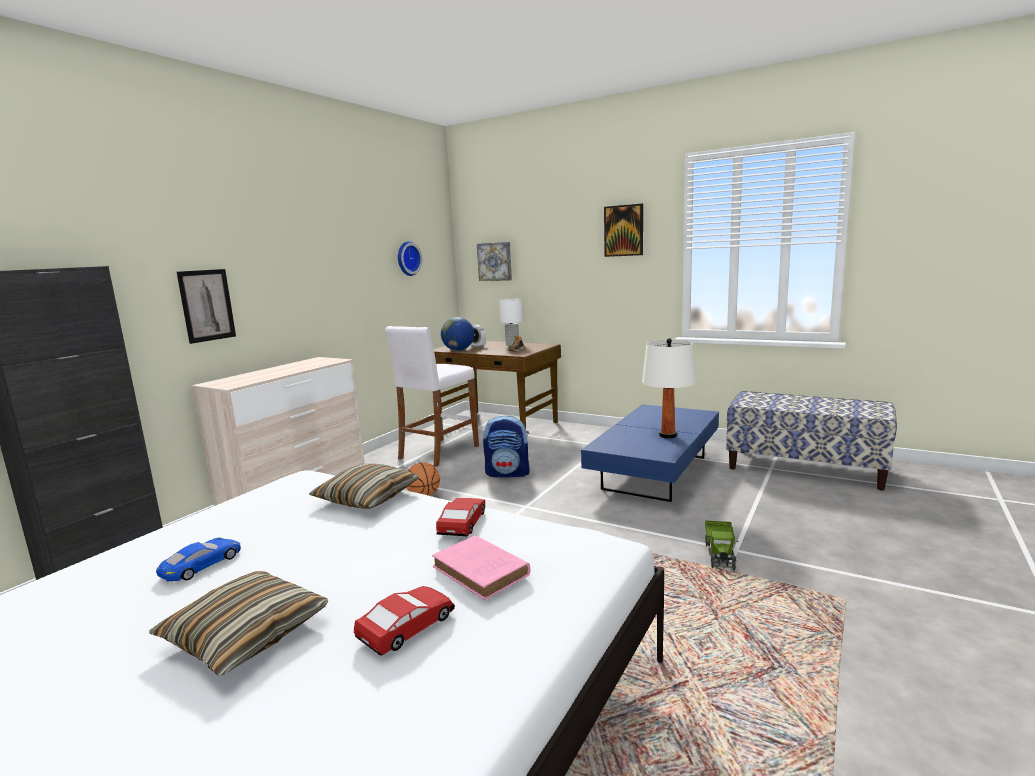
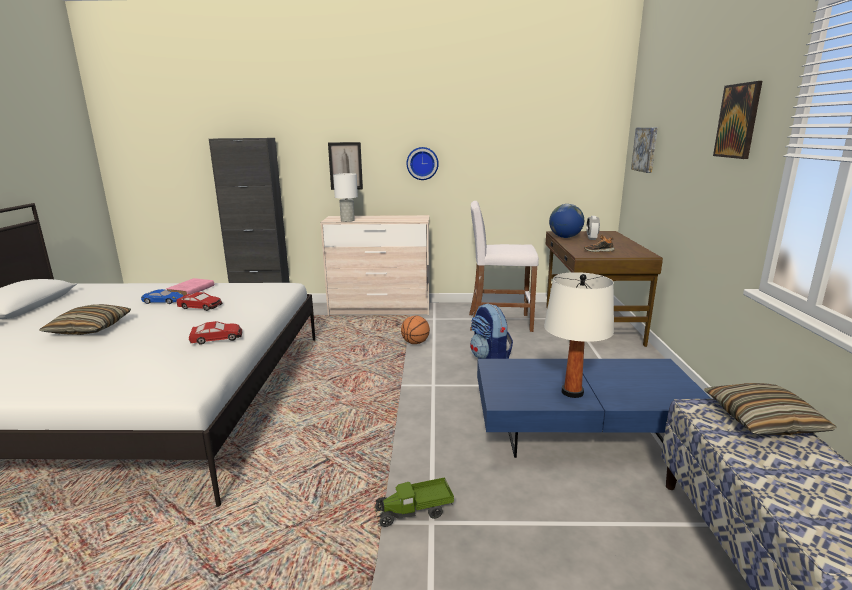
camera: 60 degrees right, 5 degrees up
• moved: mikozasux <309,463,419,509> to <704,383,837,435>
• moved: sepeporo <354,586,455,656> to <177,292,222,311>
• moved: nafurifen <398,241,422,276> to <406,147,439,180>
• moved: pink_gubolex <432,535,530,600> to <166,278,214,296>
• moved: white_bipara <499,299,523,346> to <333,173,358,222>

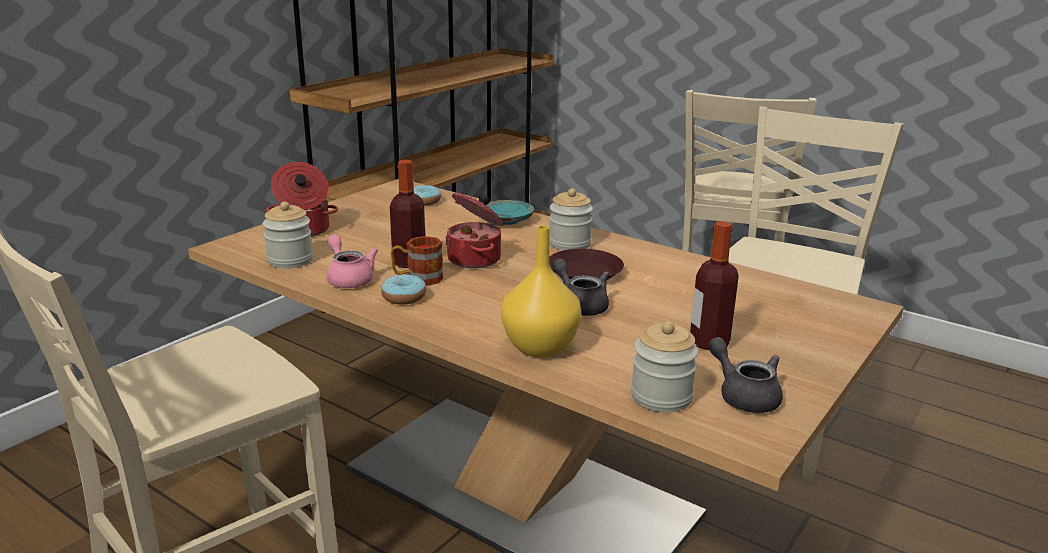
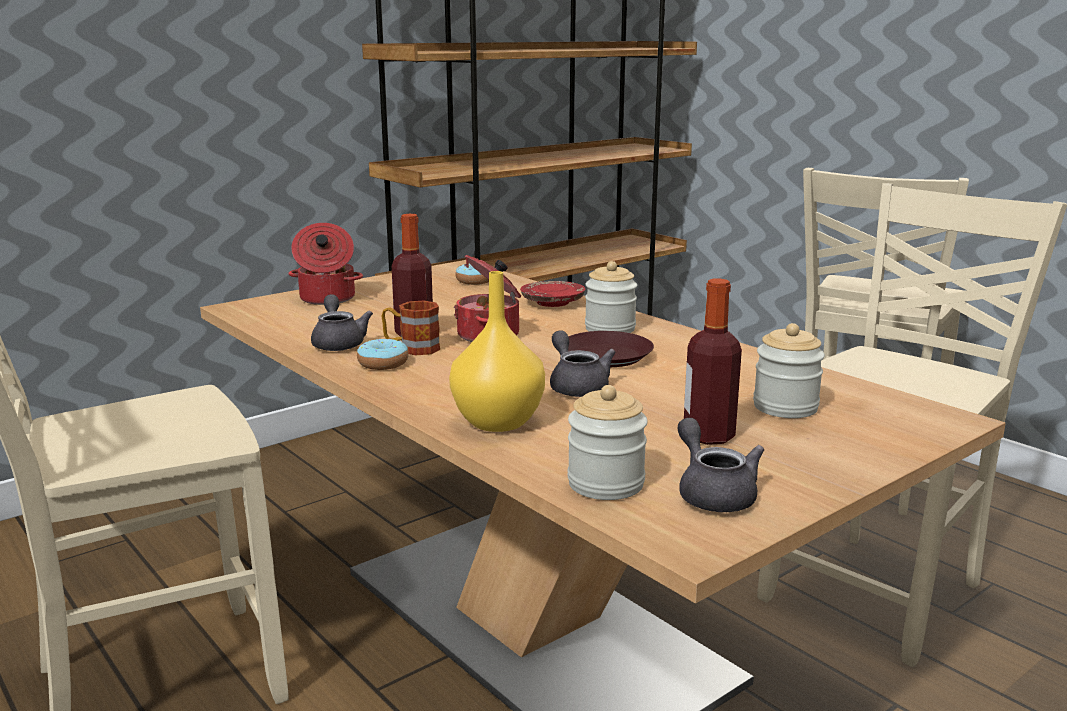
camera: 15 degrees right, 5 degrees down
• moved: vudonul <262,202,313,268> to <753,323,825,418>
• recoloured: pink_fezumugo <326,235,378,288> to grey_fezumugo <311,294,373,351>
• recoloured: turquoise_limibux <486,200,534,225> to red_limibux <520,281,585,307>

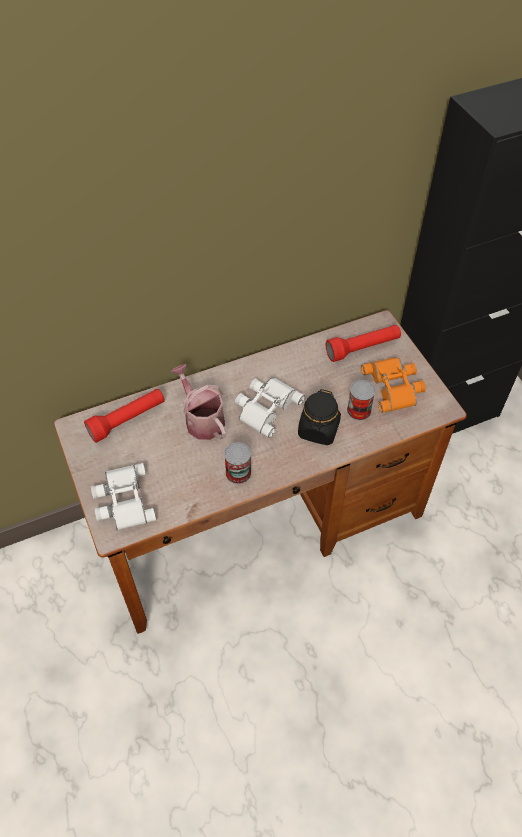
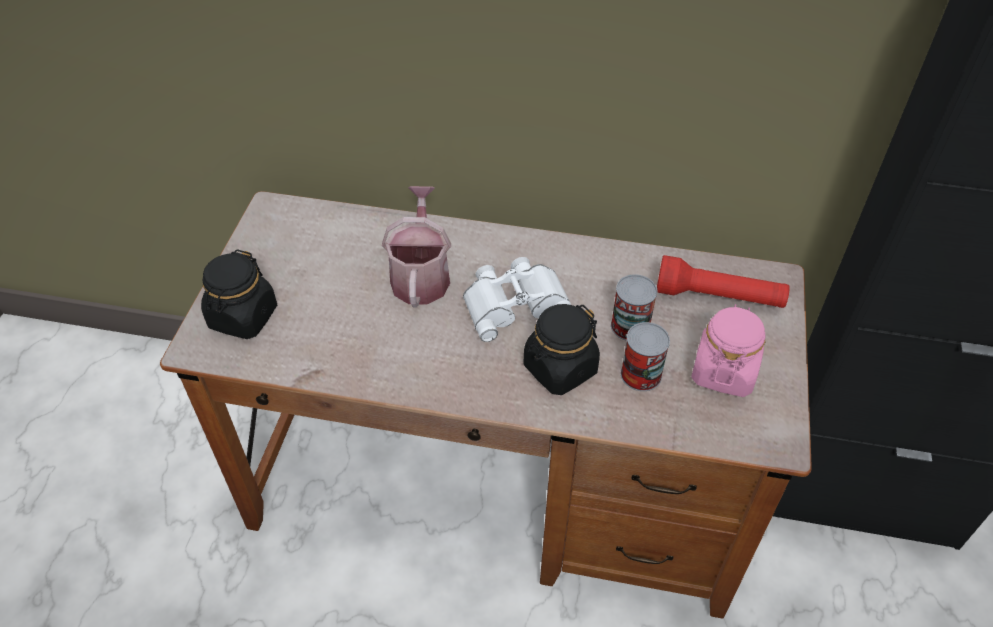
camera: 35 degrees right, 5 degrees down
• removed: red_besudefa <84,389,165,443>
• moved: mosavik <224,442,251,484> to <611,274,657,341>
• replaced: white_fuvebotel <91,463,157,530> to black_vudonul <201,249,277,339>
• replaced: orange_fuvebotel <361,357,426,413> to pink_vudonul <691,304,765,397>

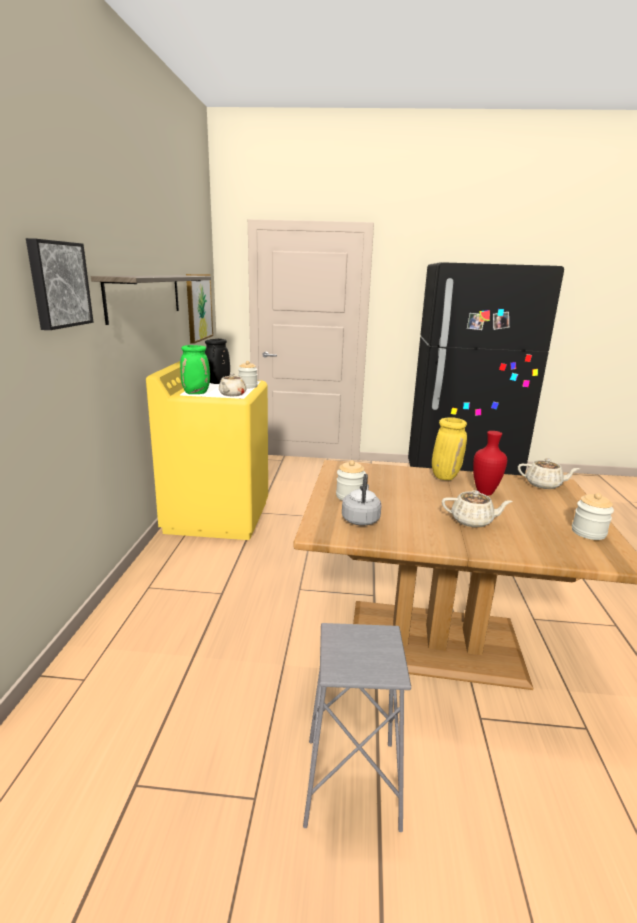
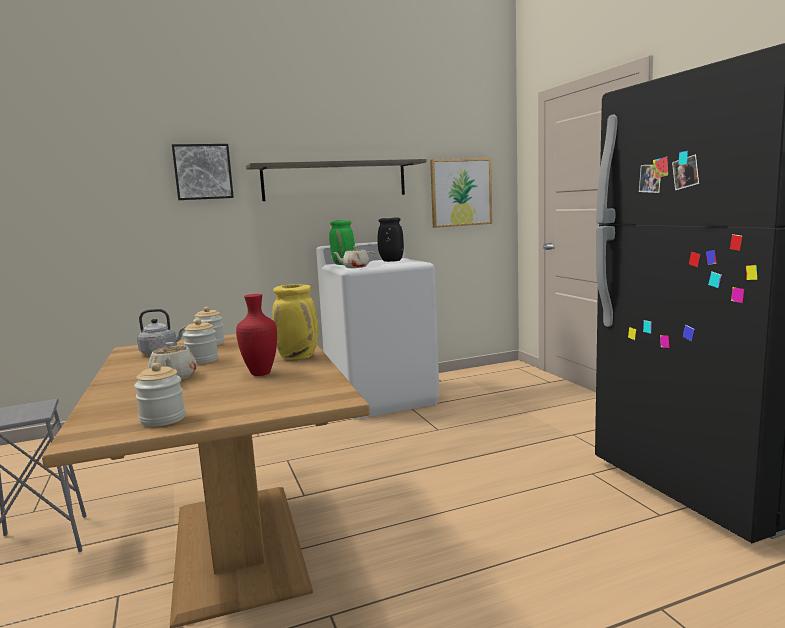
camera: 65 degrees right, 10 degrees down
• removed: beige_fezumugo <518,458,580,489>
• moved: vudonul <238,361,258,388> to <183,319,218,364>
• recoloured: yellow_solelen <146,361,268,540> to white_solelen <316,242,439,419>

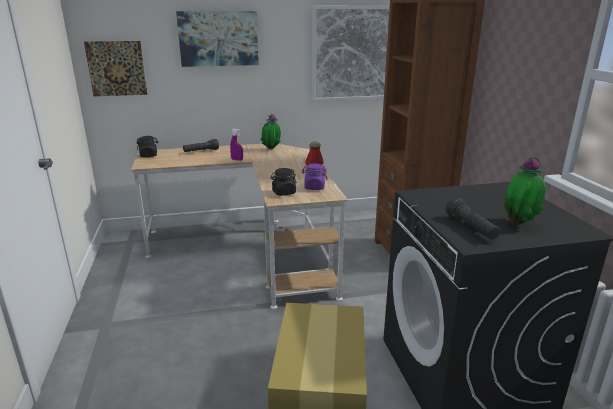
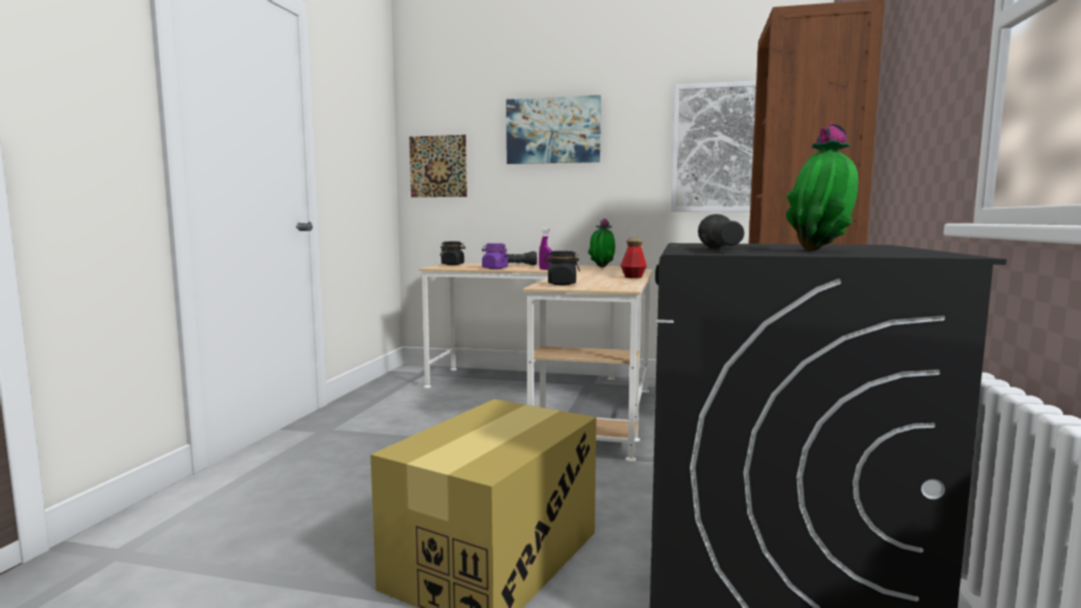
camera: 25 degrees right, 15 degrees down
• moved: purple_vudonul <302,164,327,190> to <482,243,508,269>

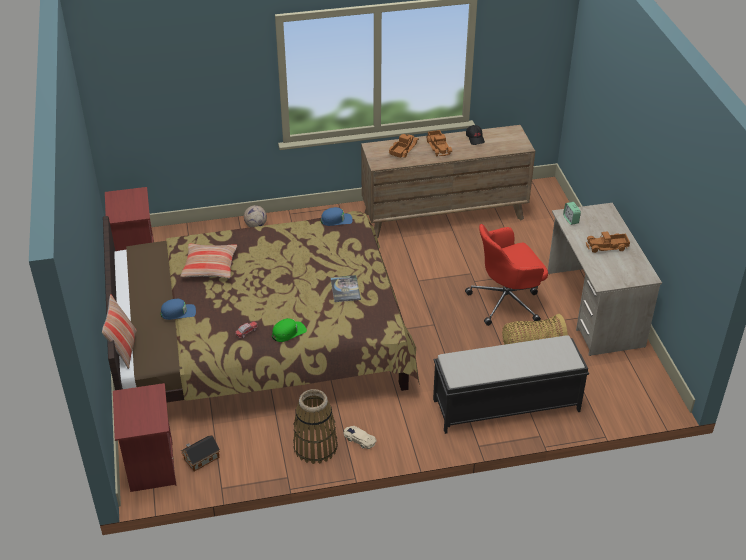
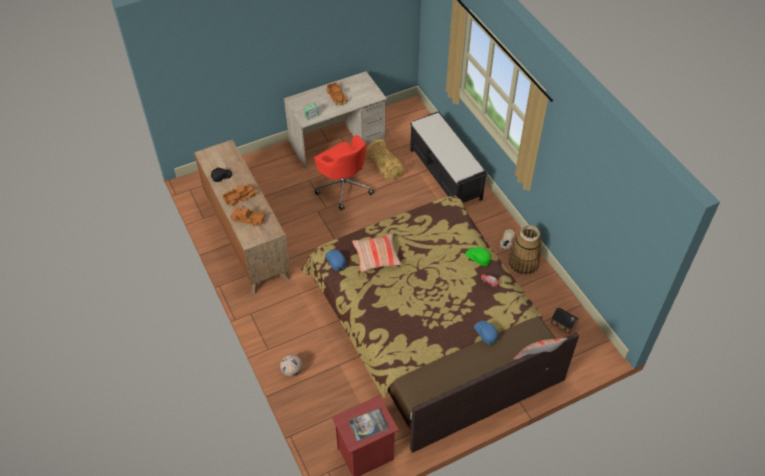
camera: 105 degrees left, 10 degrees up
• removed: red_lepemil <113,383,176,492>
• moved: mikozasux <180,244,237,279> to <352,234,401,272>
• moved: gubolex <330,275,361,302> to <348,409,389,442>

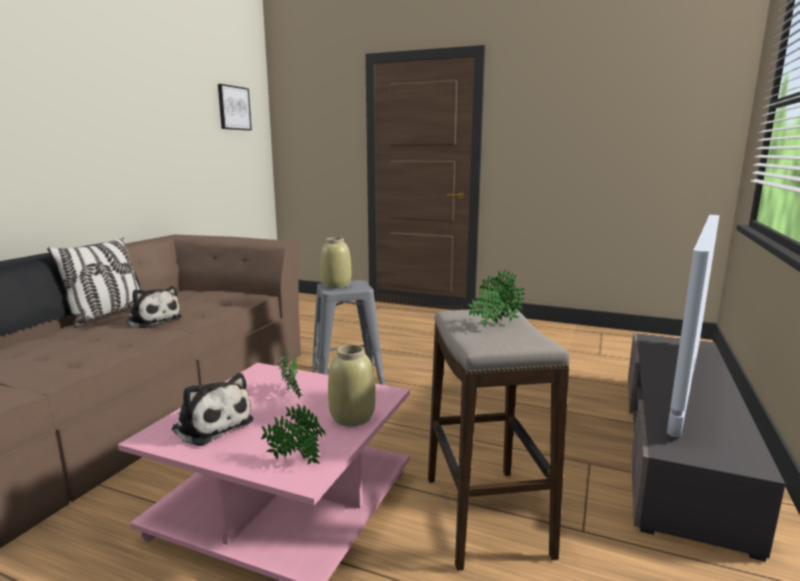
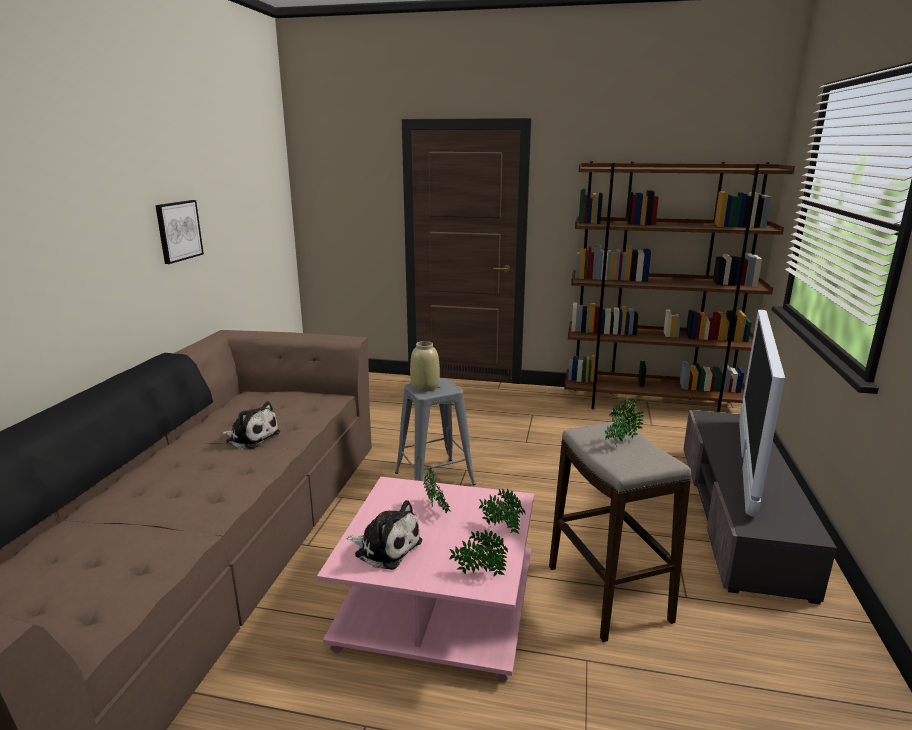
camera: 10 degrees left, 5 degrees up
• removed: mikozasux <47,238,140,328>
• added: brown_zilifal <564,161,795,412>
• moved: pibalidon <218,84,252,130> to <155,200,204,264>
• replaced: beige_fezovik <328,345,375,426> to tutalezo <479,489,526,534>

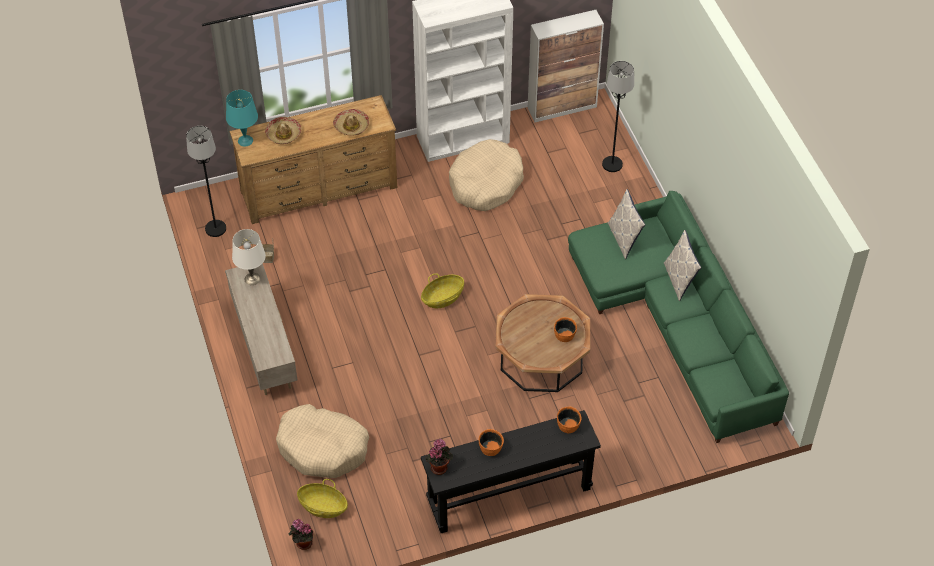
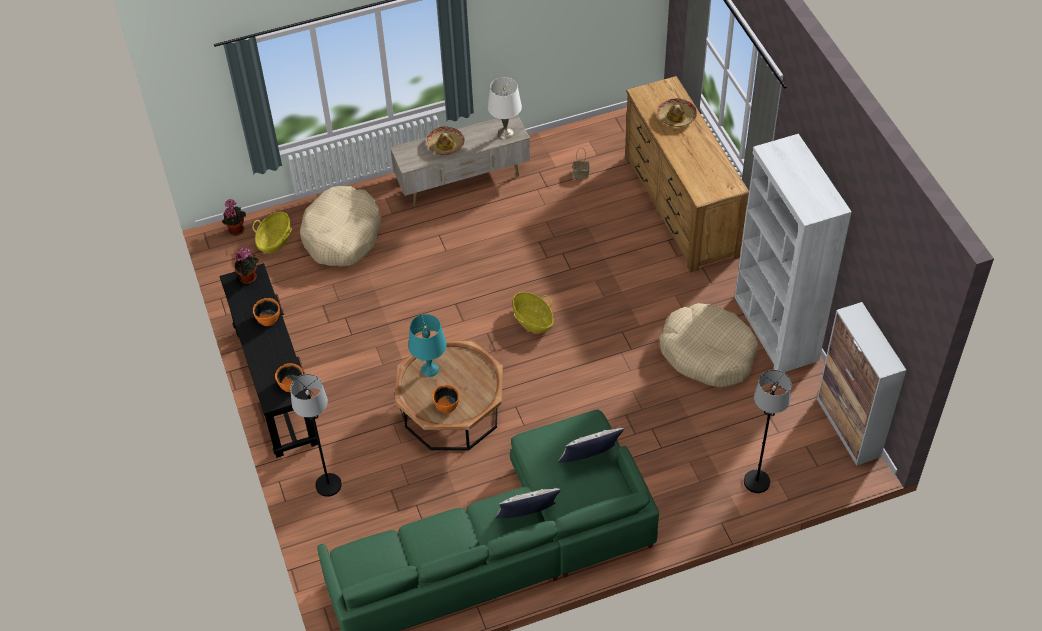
camera: 90 degrees right, 0 degrees up
• moved: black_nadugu <186,126,226,237> to <290,374,342,497>
• moved: turquoise_bipara <226,90,258,147> to <408,314,447,377>
• moved: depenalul <333,109,370,136> to <426,126,465,155>

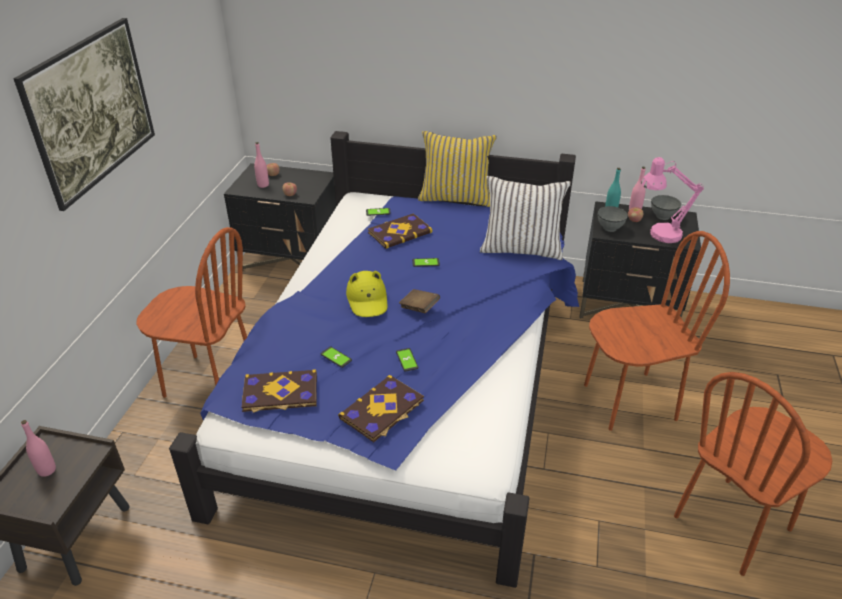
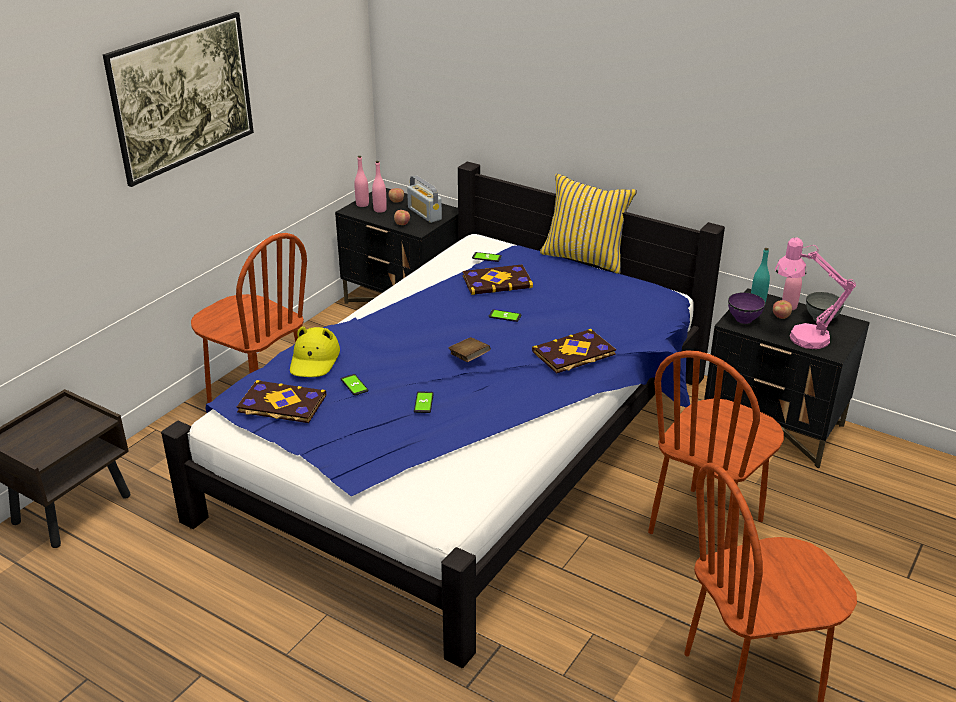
camera: 20 degrees right, 5 degrees down
• removed: white_mikozasux <480,176,571,260>
• added: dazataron <407,175,442,223>
• moved: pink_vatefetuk <21,420,56,477> to <354,156,369,207>
• moved: gubolex <338,375,424,442> to <532,329,616,374>
• moved: yellow_depenalul <346,271,388,317> to <290,326,340,377>
• recoloured: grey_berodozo <598,206,628,232> to purple_berodozo <728,292,765,324>
• turned: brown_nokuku <584,231,730,431> = <648,350,784,550> 120 degrees clockwise

